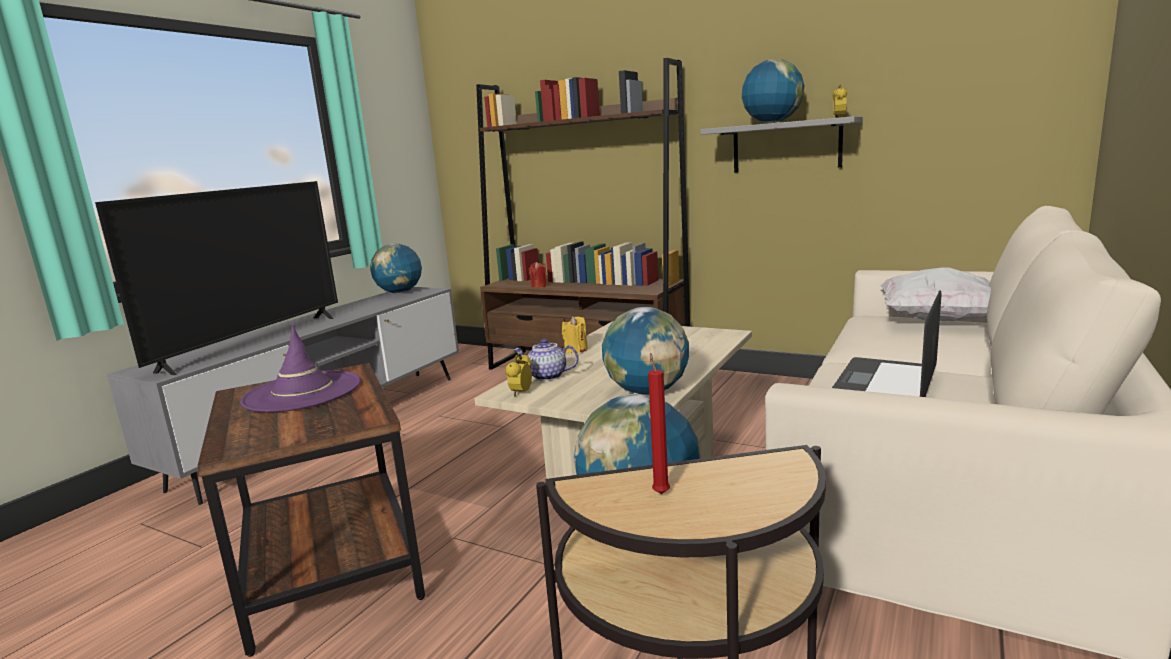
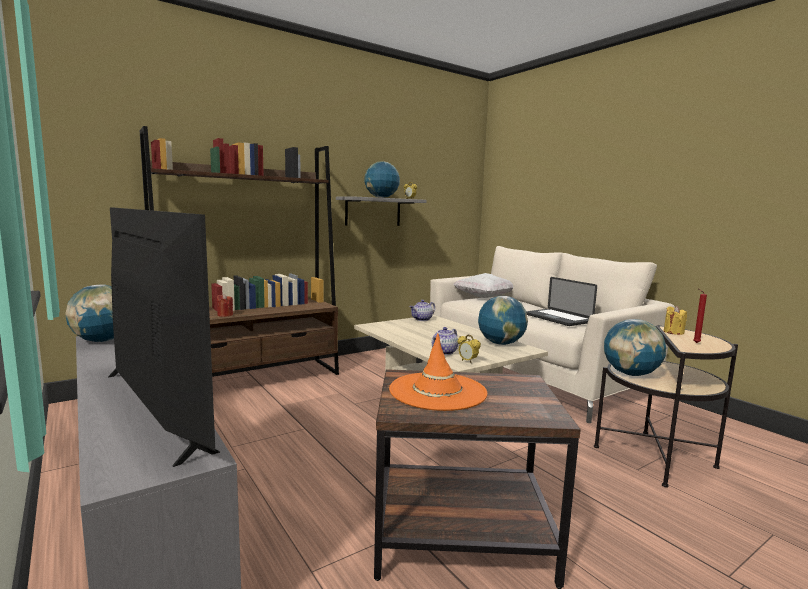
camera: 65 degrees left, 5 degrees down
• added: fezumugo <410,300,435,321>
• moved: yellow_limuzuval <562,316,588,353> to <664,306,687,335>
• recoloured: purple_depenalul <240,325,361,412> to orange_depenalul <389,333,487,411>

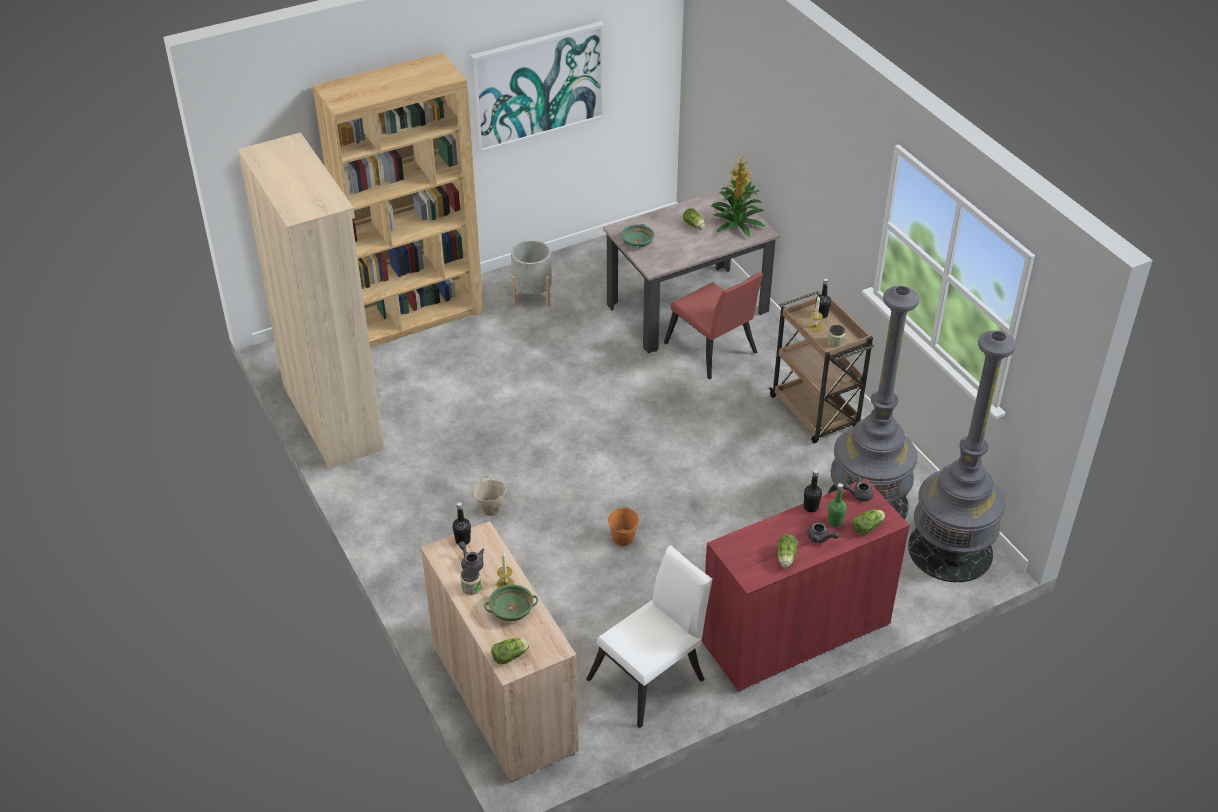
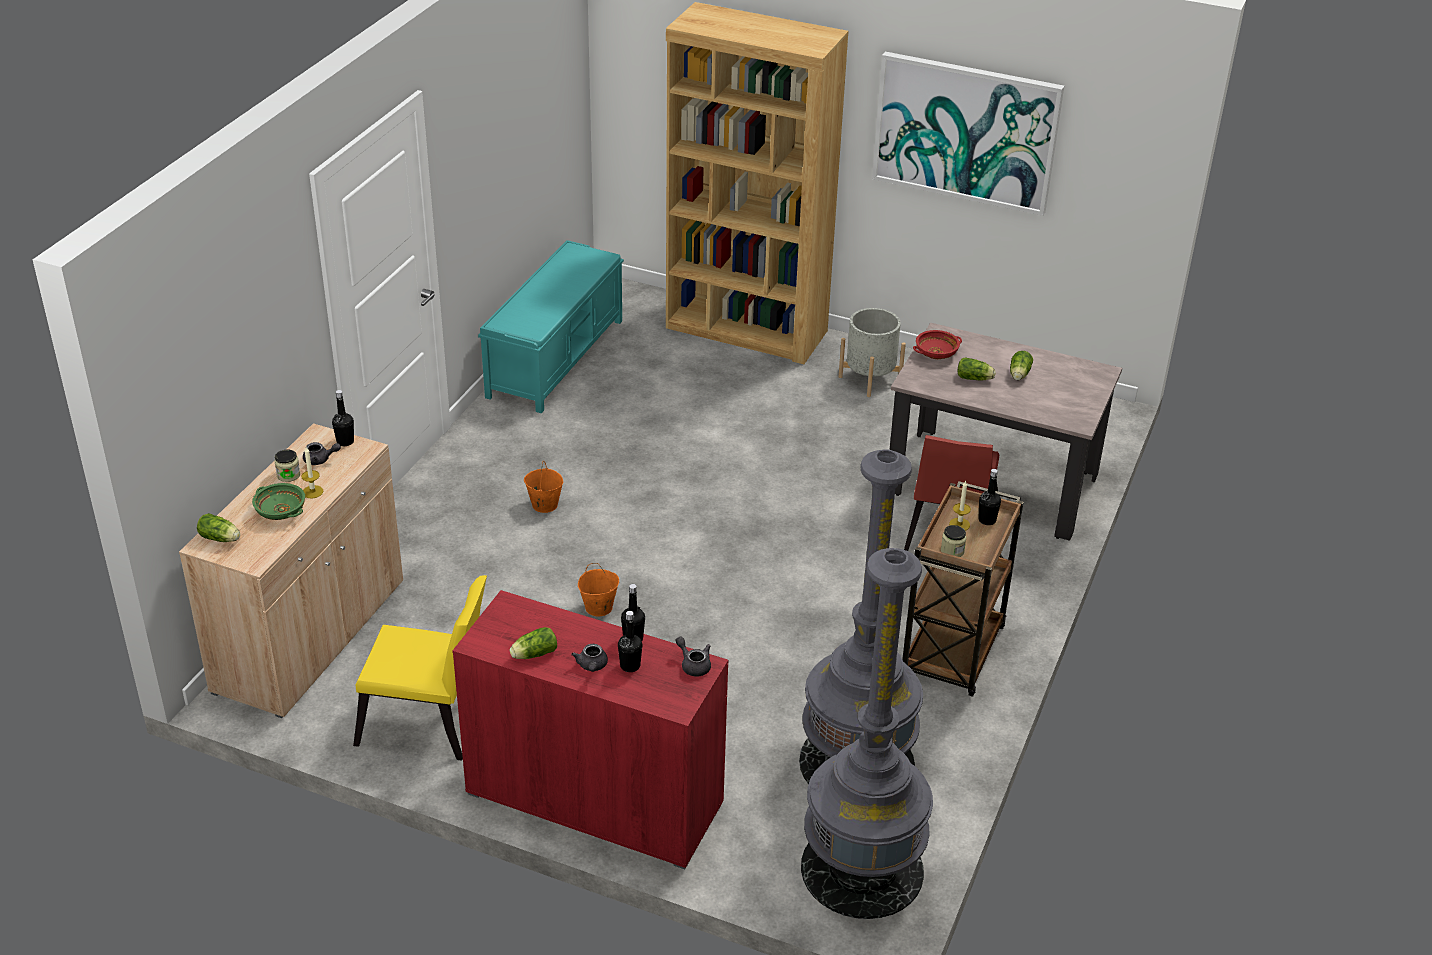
camera: 50 degrees right, 5 degrees down
• removed: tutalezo <711,155,765,237>
• moved: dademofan <852,510,885,534> to <957,357,996,380>
• replaced: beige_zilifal <238,133,384,469> to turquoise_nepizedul <478,240,624,413>
• recoloured: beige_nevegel <474,476,507,516> to orange_nevegel <524,462,563,513>
• recoloured: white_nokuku <586,545,712,728> to yellow_nokuku <353,575,487,761>
• recoloured: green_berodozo <621,224,655,248> to red_berodozo <913,330,962,359>
• recoloured: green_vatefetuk <828,483,847,527> to black_vatefetuk <618,611,642,672>
• turned: grey_fezumugo <459,541,484,571> = <303,442,341,465> 75 degrees clockwise

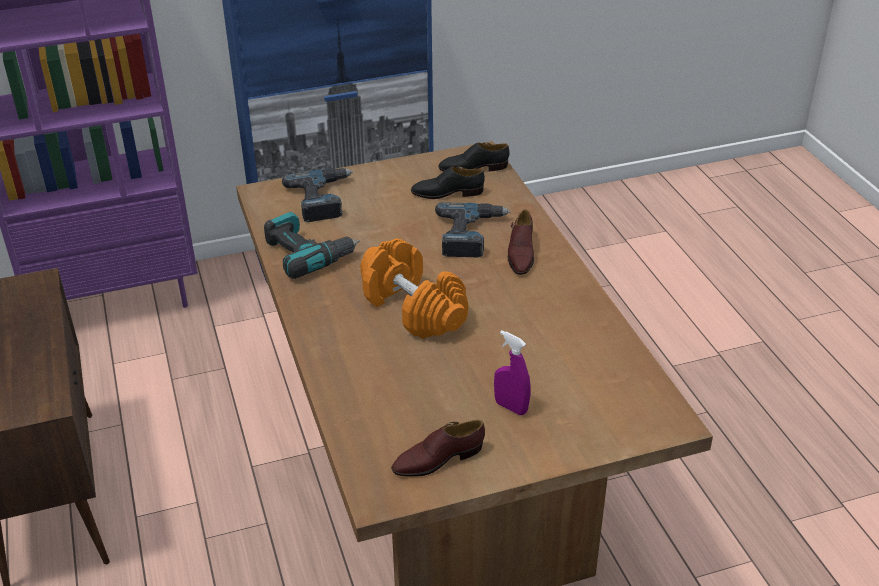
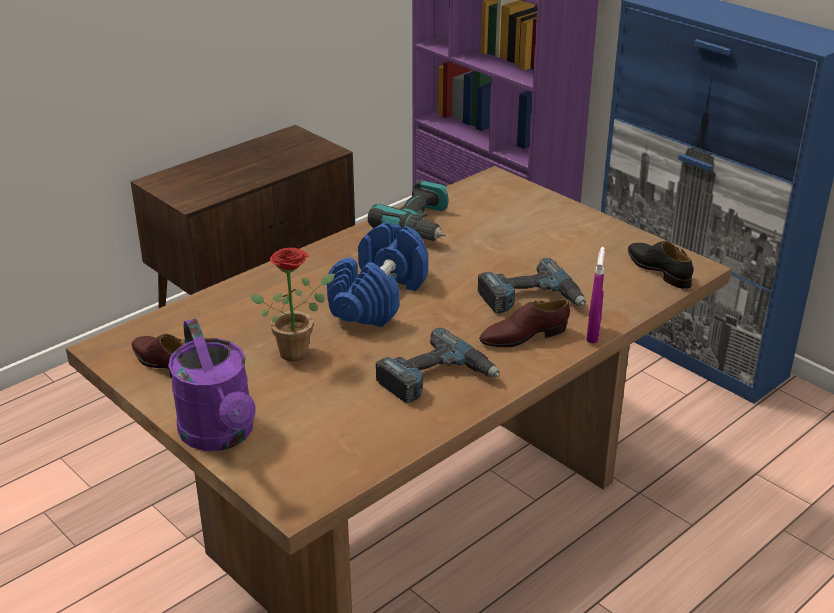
camera: 65 degrees right, 5 degrees down
• removed: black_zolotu <411,167,485,199>
• added: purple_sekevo <168,319,256,451>
• added: tutalezo <251,248,335,361>
• moved: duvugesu <282,168,353,222> to <376,328,500,403>
• moved: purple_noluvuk <494,330,530,415> to <586,247,605,343>
• recoloured: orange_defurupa <360,238,468,339> to blue_defurupa <327,222,428,327>

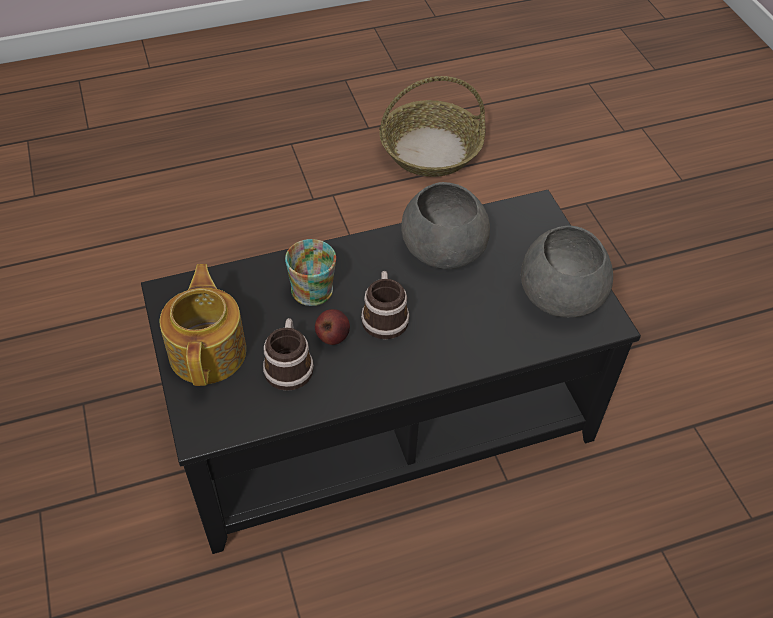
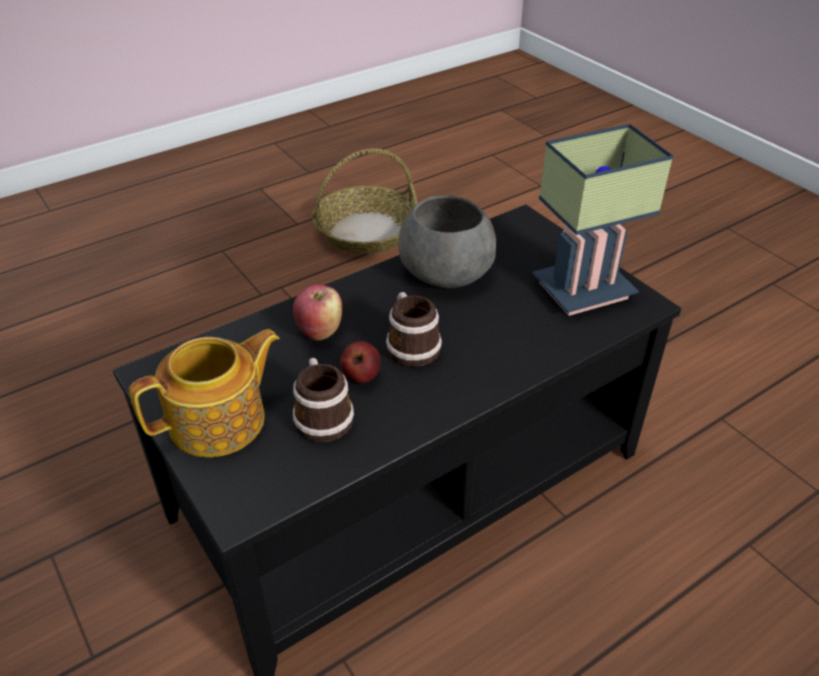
camera: 15 degrees left, 10 degrees down
• replaced: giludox <285,239,336,306> to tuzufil <293,284,342,341>
• replaced: grey_berodozo <521,225,613,318> to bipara <532,124,673,316>
• turned: fezumugo <160,264,246,386> = <129,329,280,457> 75 degrees clockwise

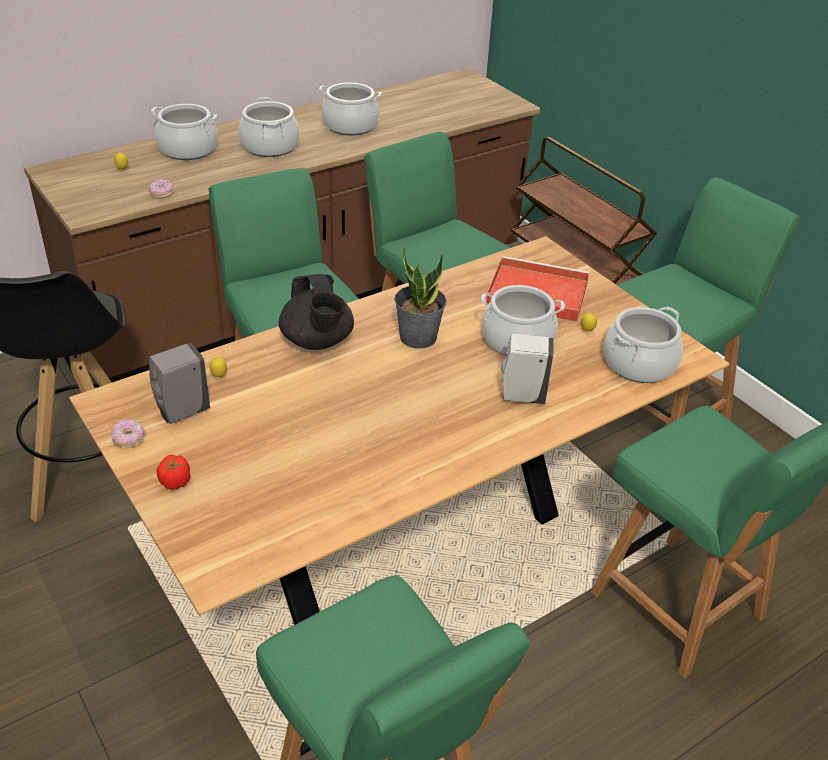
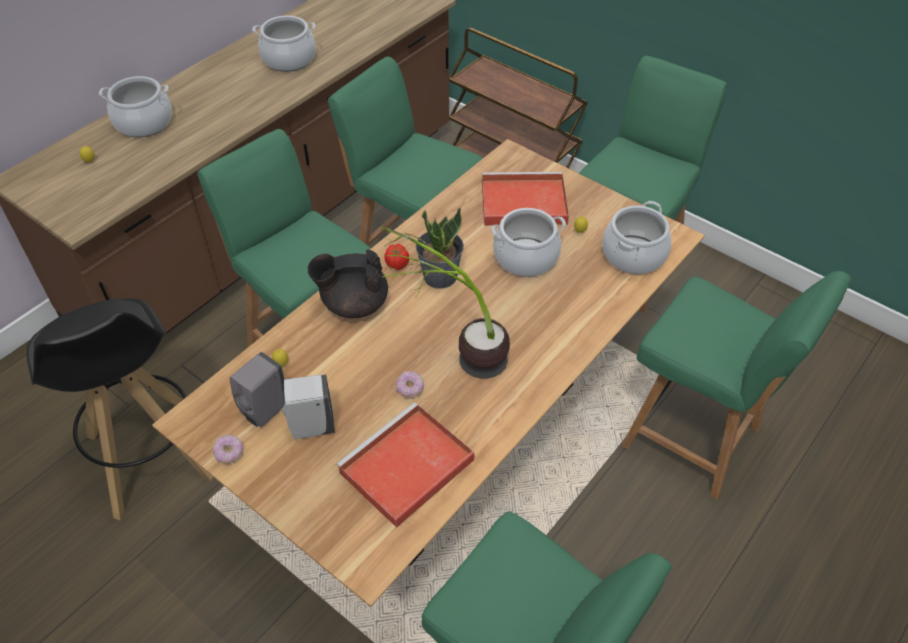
camera: 15 degrees left, 10 degrees up
• removed: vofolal <239,97,299,157>
• added: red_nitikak <336,402,475,528>
• added: tutalezo <381,226,510,378>
• moved: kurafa <148,179,174,198> to <396,371,424,398>
• moved: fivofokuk <157,454,190,490> to <385,244,409,270>
• moved: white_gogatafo <501,333,554,404> to <283,375,335,439>
• turned: black_fezumugo <279,274,354,350> = <308,249,388,318> 120 degrees clockwise

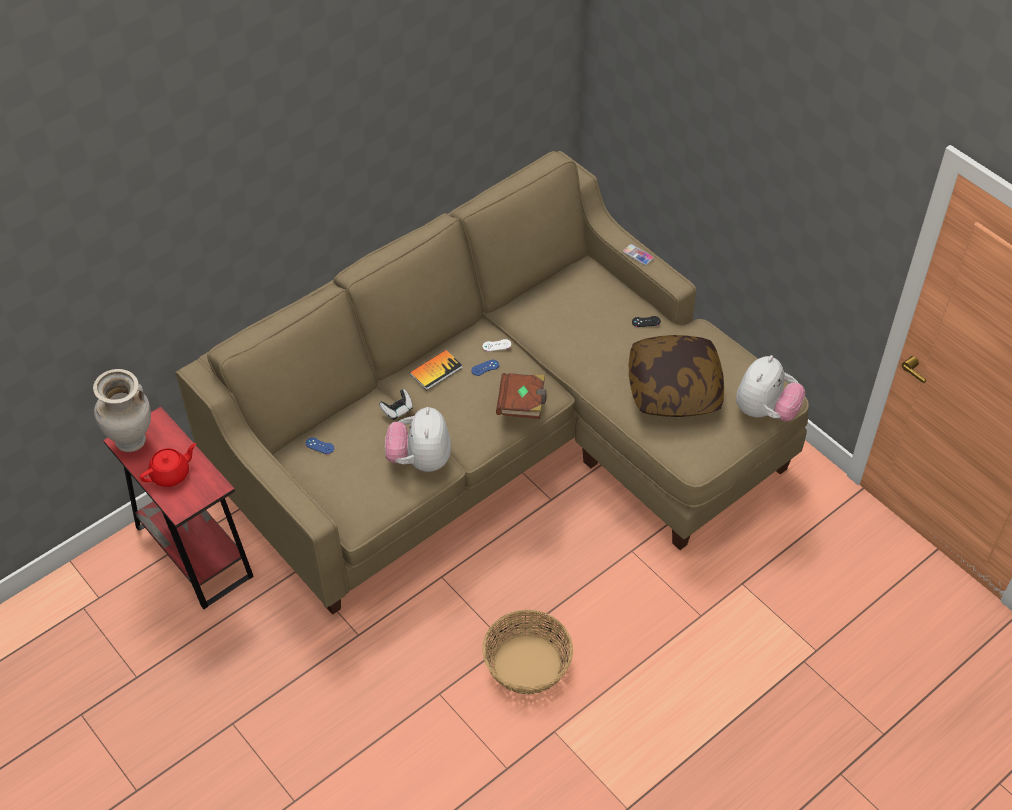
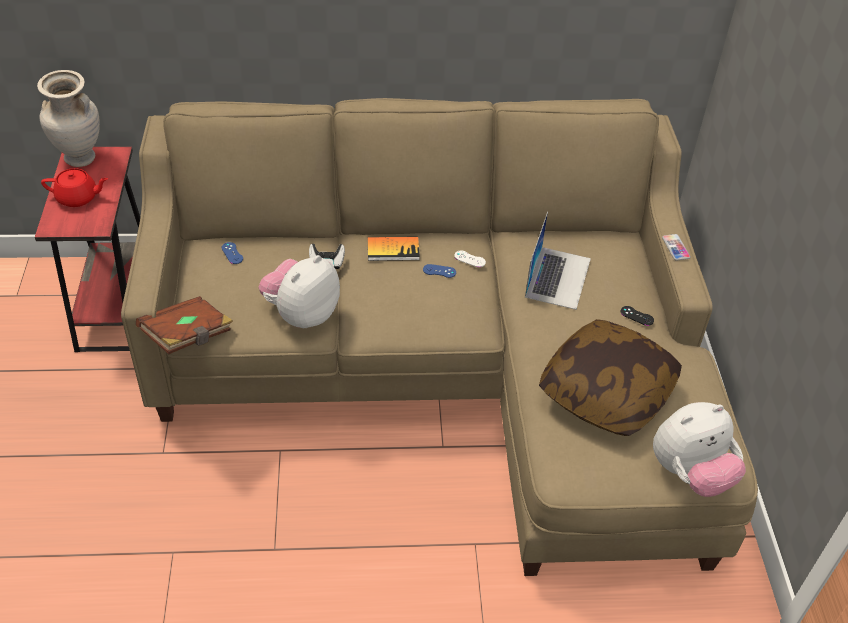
camera: 35 degrees right, 5 degrees down
• removed: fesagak <482,610,573,694>
• added: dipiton <525,212,591,310>
• moved: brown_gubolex <496,373,547,419> to <136,296,233,354>

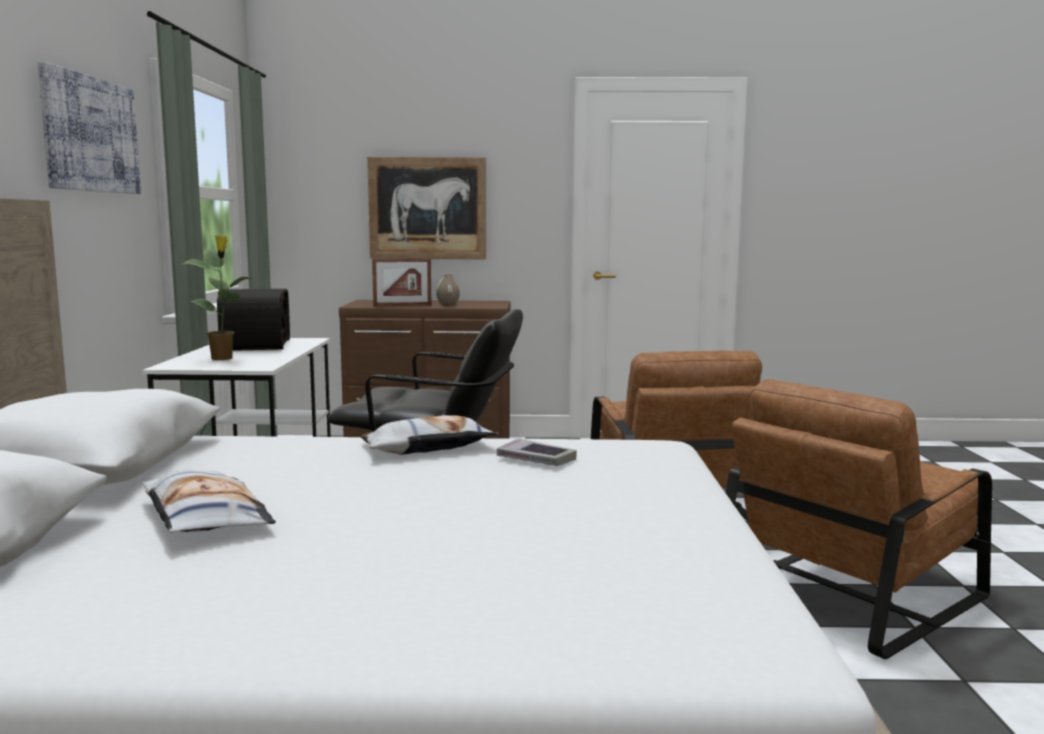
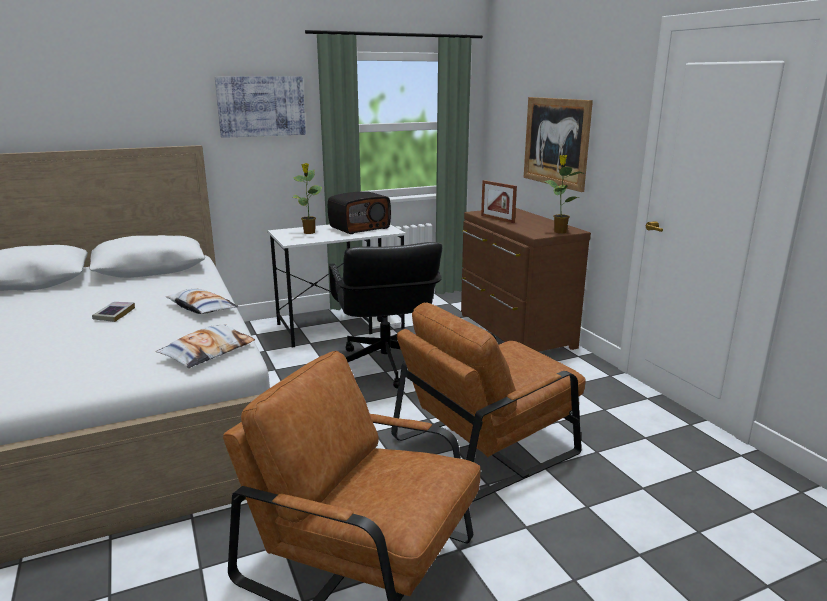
camera: 65 degrees right, 10 degrees up
• removed: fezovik <436,274,460,306>
• added: tutalezo <544,155,585,233>
• moved: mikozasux <142,470,276,532> to <156,324,255,368>
• moved: gubolex <497,438,577,466> to <92,302,135,322>

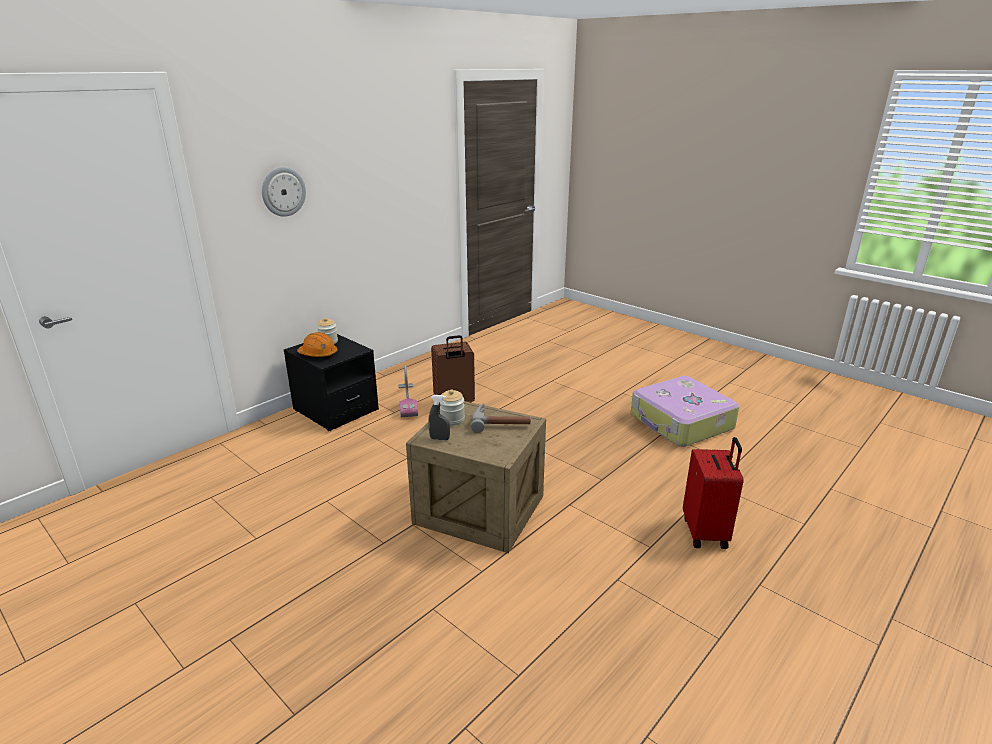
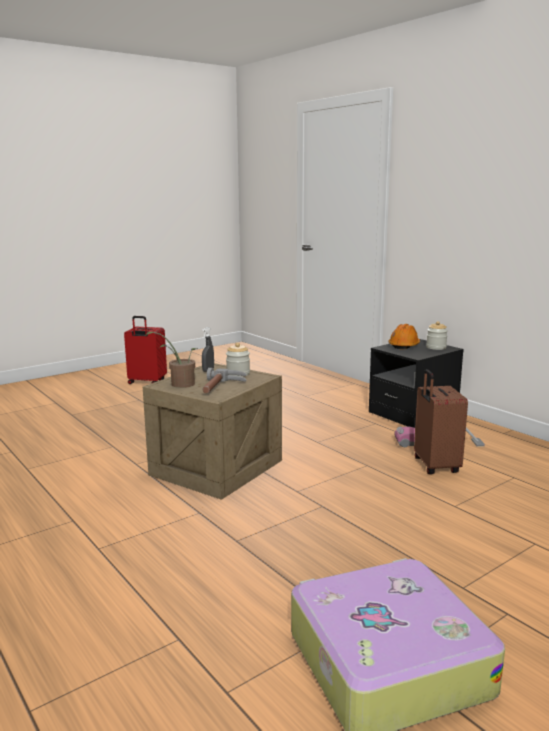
camera: 100 degrees right, 10 degrees down
• removed: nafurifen <262,167,306,217>
• added: tutalezo <146,332,198,388>
• moved: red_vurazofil <683,437,744,549> to <124,316,167,384>

